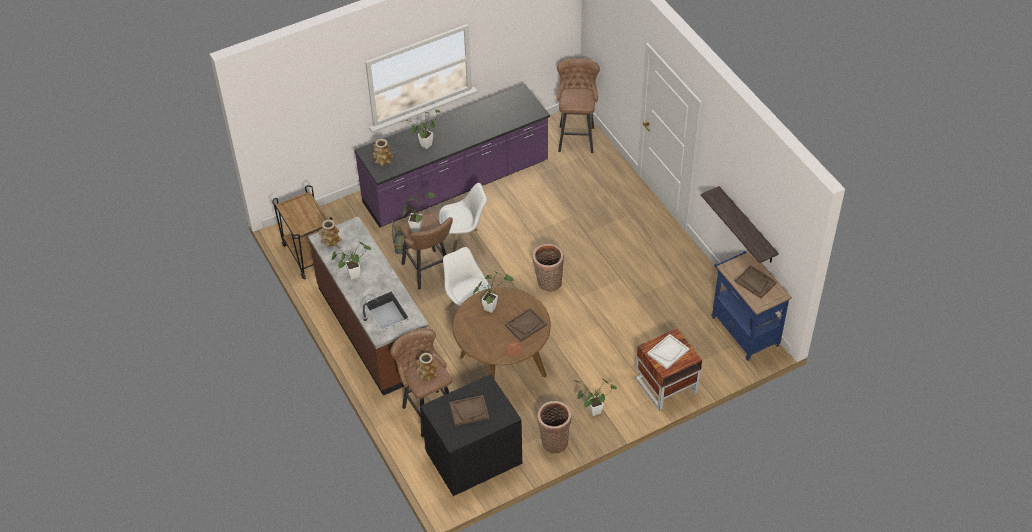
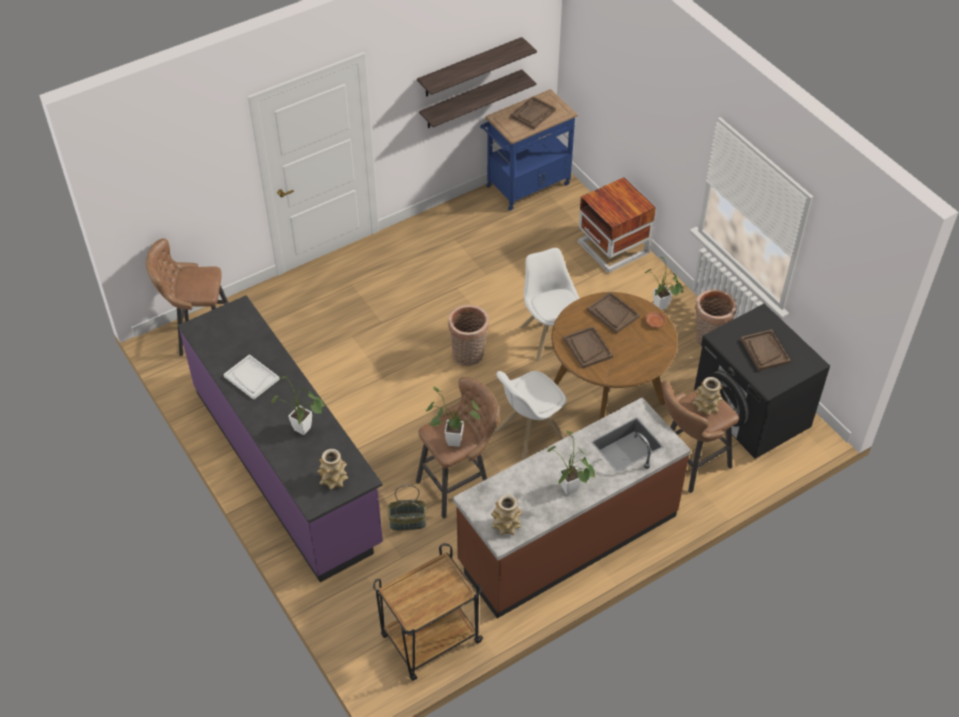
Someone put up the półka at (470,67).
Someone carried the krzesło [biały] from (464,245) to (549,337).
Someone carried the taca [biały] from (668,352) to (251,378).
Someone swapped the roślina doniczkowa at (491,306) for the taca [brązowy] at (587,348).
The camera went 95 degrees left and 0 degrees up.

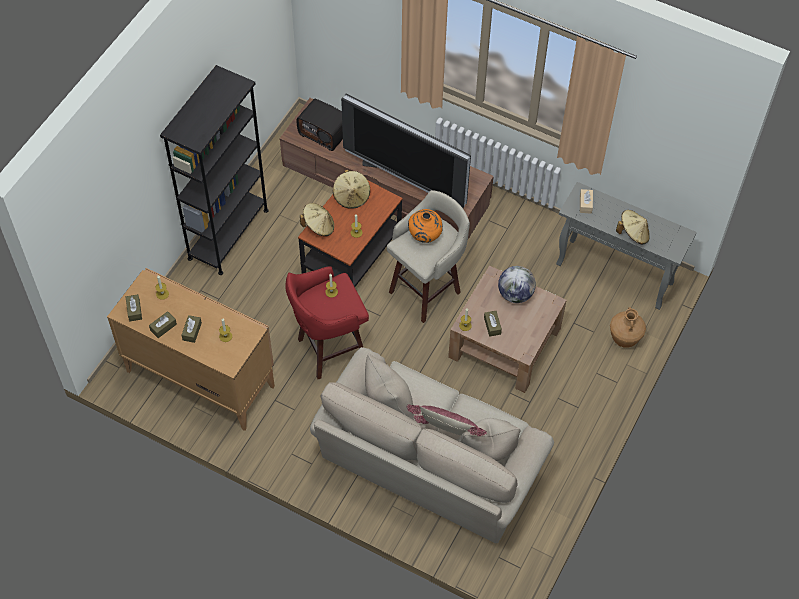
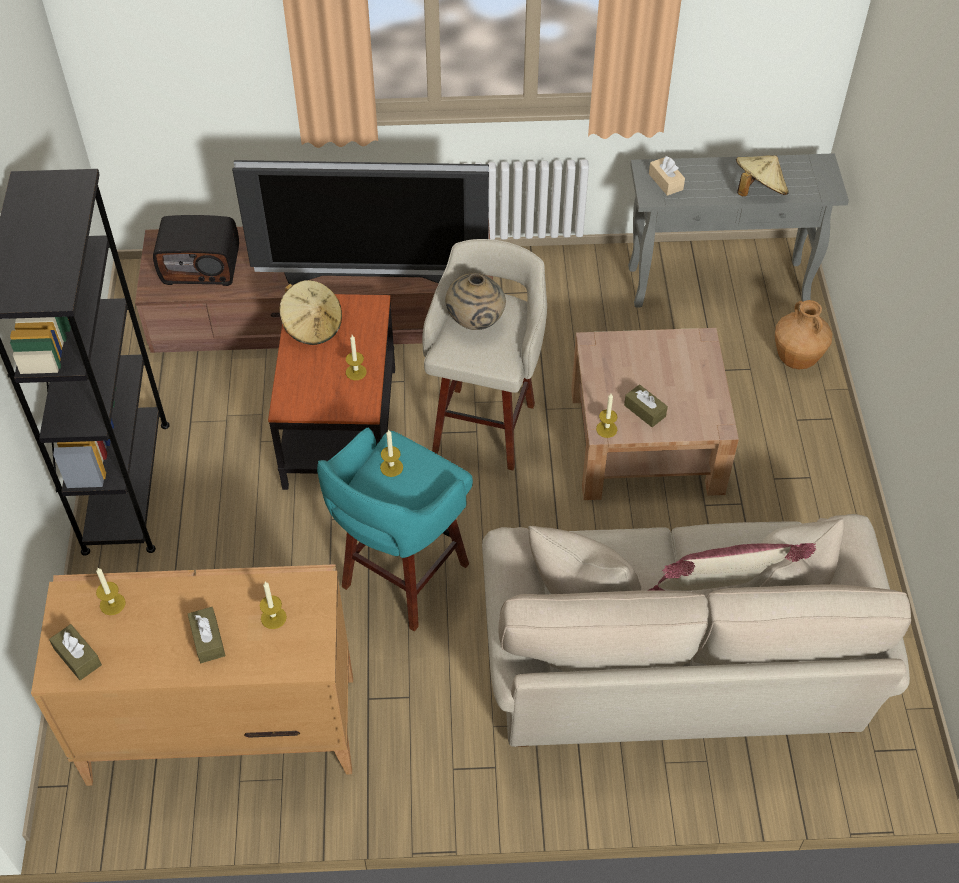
Someone took away the pudełko chusteczek [brązowy] at (163,327).
Someone took away the kapelusz [beżowy] at (318,226).
Someone took away the globus at (515,294).
Someone repainted the stołek [czerwony] at (329,350), which became the stołek [turkusowy] at (401,579).
Someone repainted the wazon [pomarańczowy] at (425,236), which became the wazon [beżowy] at (475,323).
The camera went 30 degrees left and 5 degrees down.

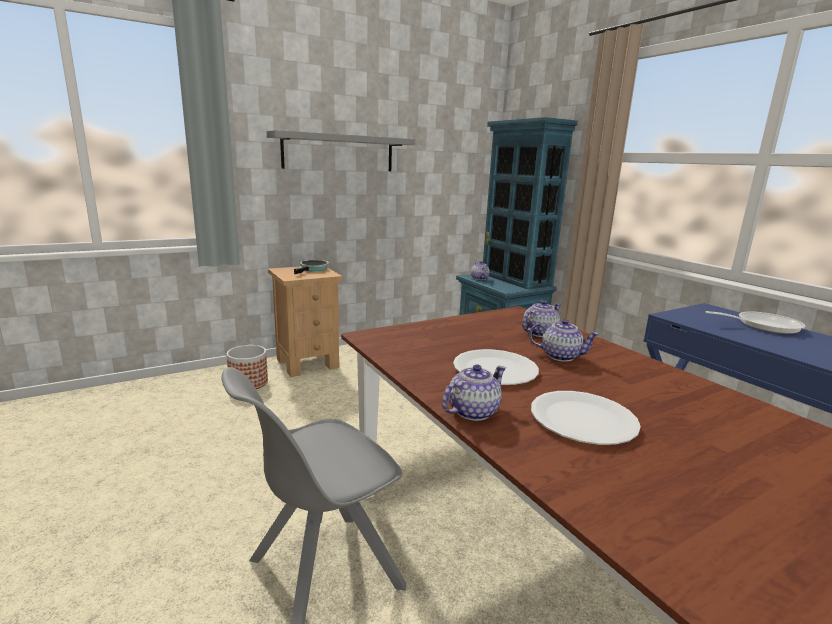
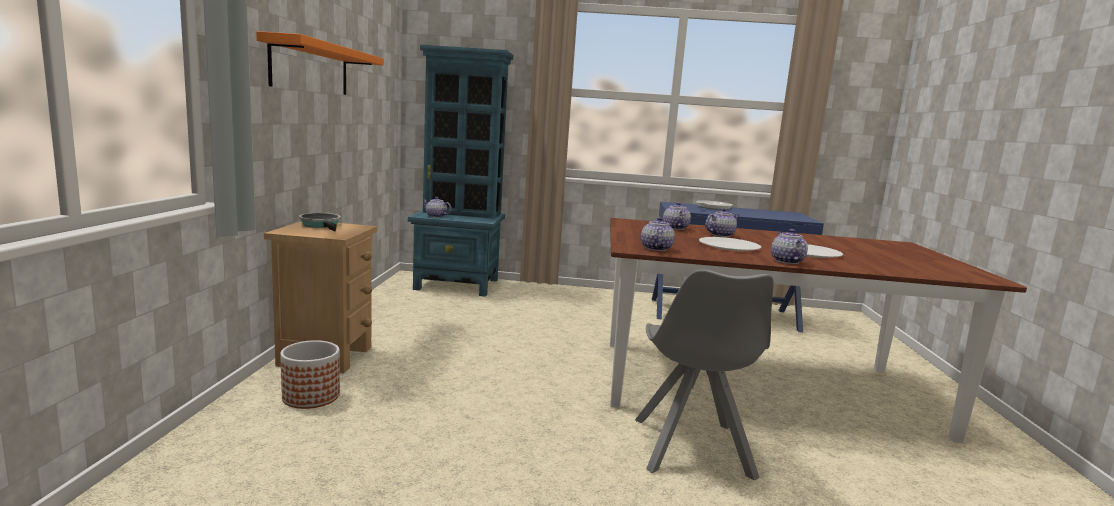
Someone put down the imbryk at (655,248).
Someone repainted the półka [szary] at (339,153), which became the półka [pomarańczowy] at (311,68).
The camera went 55 degrees left and 5 degrees down.

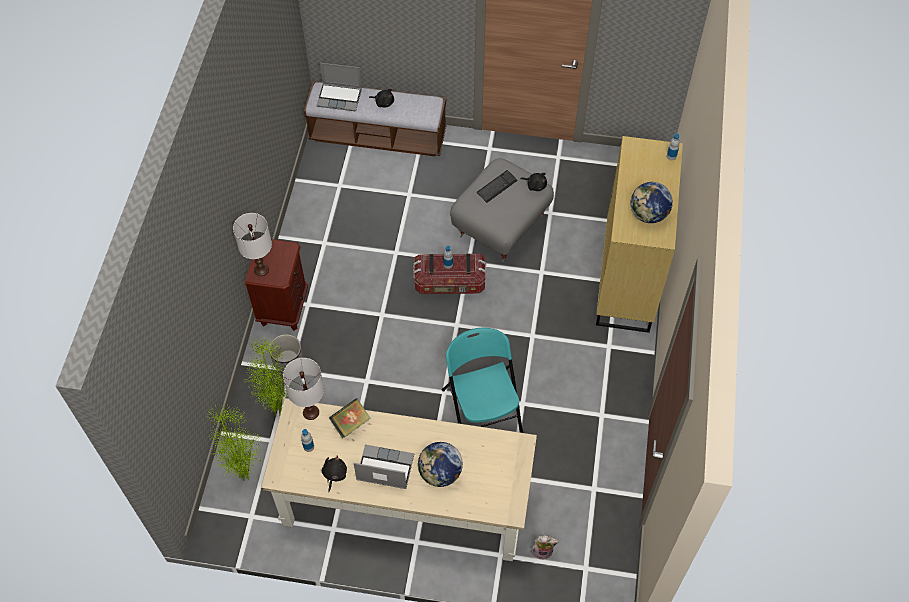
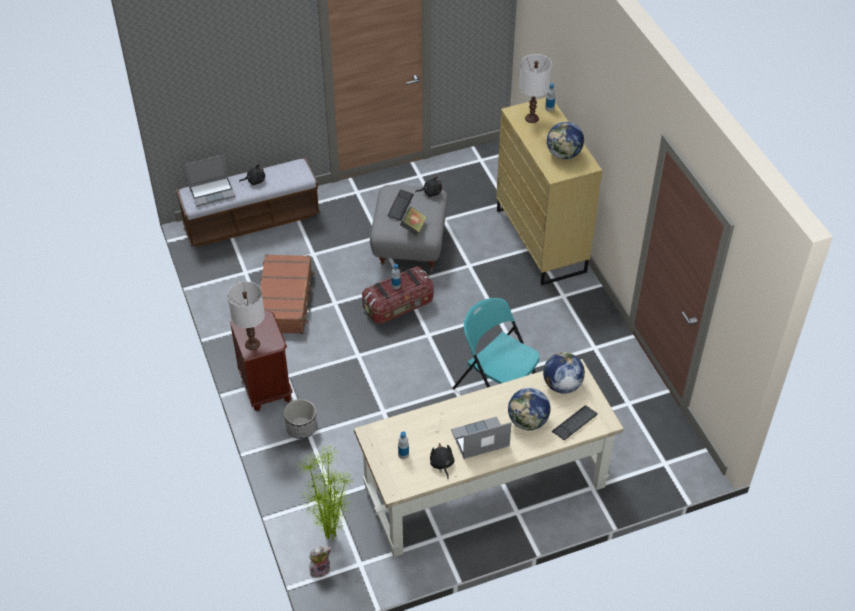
Someone took away the roślina doniczkowa at (279,410).
Someone put down the walizka [brązowy] at (285,301).
Someone put down the globus at (561,385).
Someone put down the klawiatura at (574,423).
Someone carried the lampa stołowa [biały] from (311,412) to (532,118).
Someone carried the książka from (350,423) to (413,228).
Someone carried the pluszak from (543,550) to (320,569).
The camera went 30 degrees left and 10 degrees down.

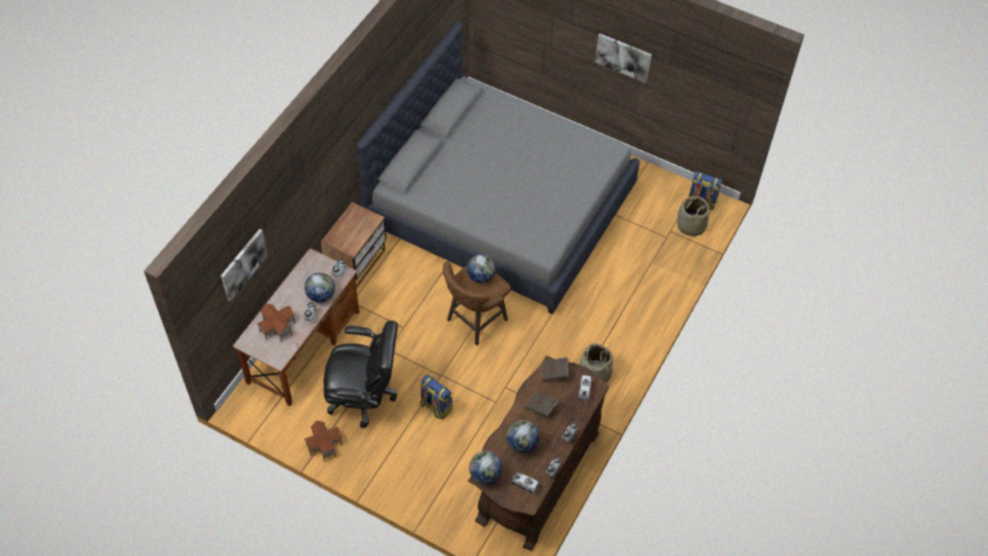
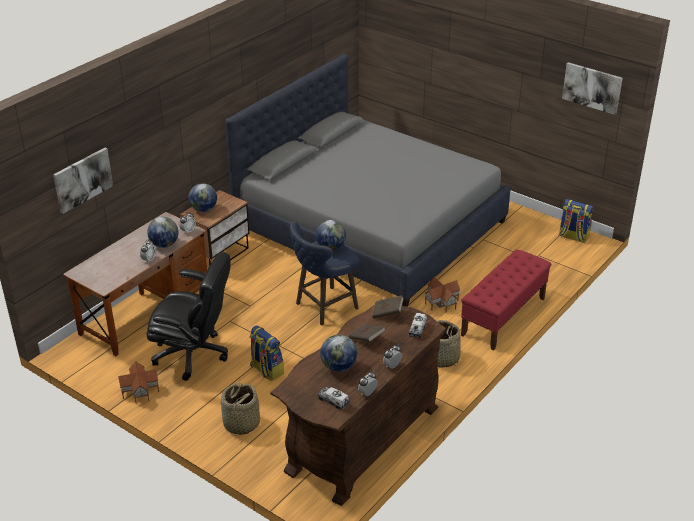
Someone put down the ławka [czerwony] at (503,317).
Someone carried the domek from (277,328) to (441,303).
Someone carried the globus from (485,475) to (203,209).
Someone carried the obraz from (623,57) to (592,87).
Someone carried the koszyk from (691,226) to (241,424).
Someone repainted the stołek [brązowy] at (475,321), which became the stołek [niebieski] at (324,307).
The camera went 10 degrees right and 20 degrees down.

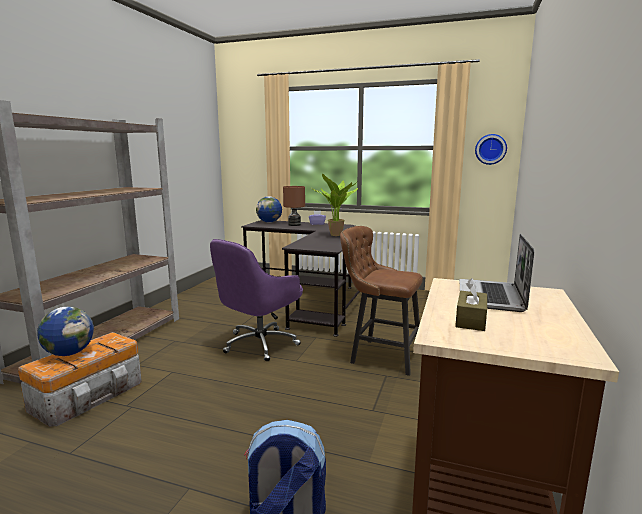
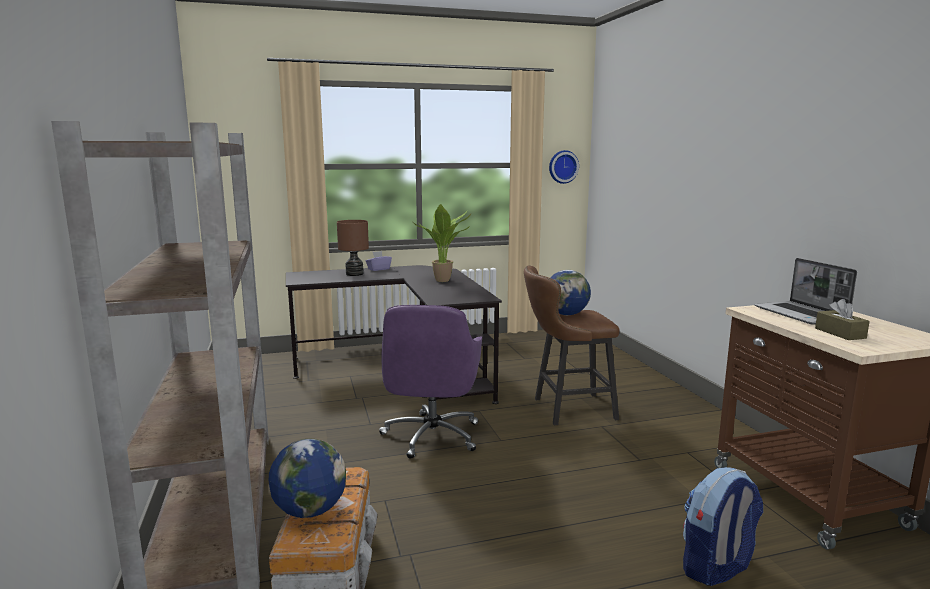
Someone carried the globus from (269,222) to (566,314).
The camera went 35 degrees left and 0 degrees up.

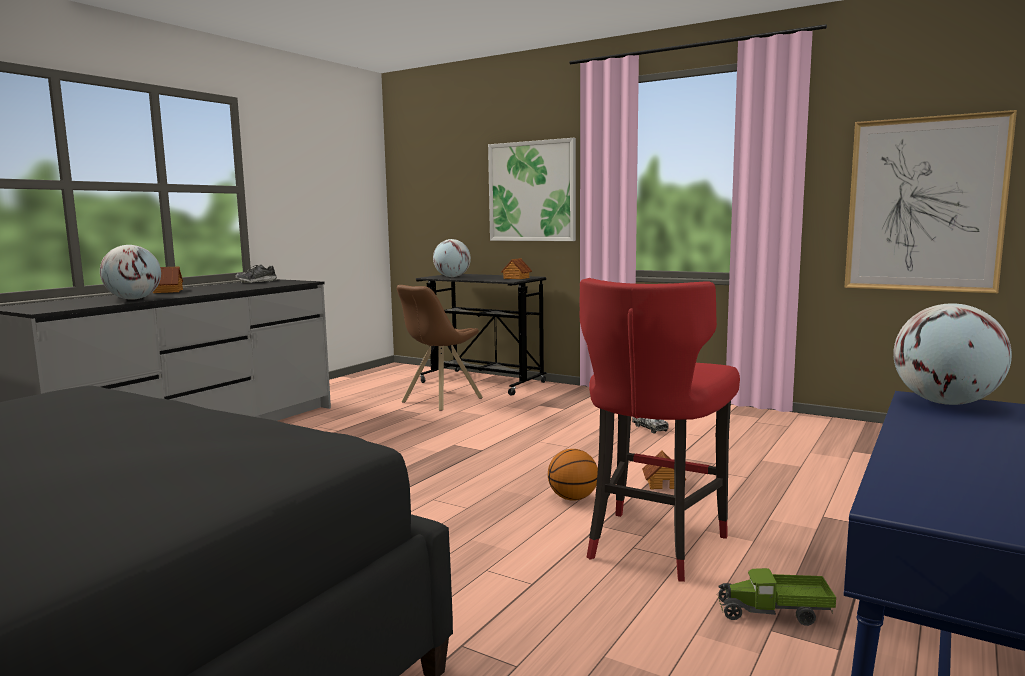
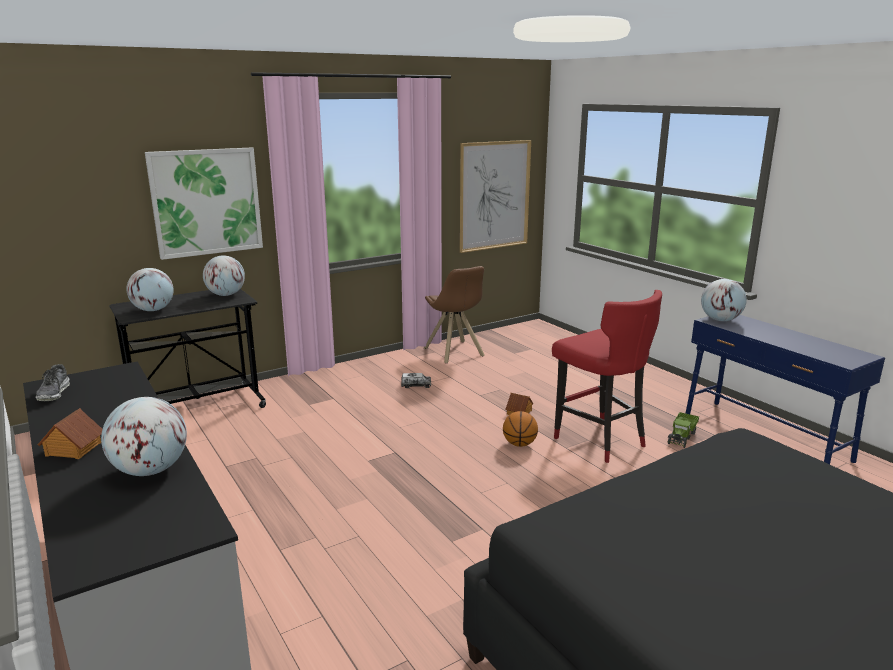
Someone carried the krzesło [brązowy] from (441,400) to (454,352).
Someone swapped the domek at (516,278) for the globus at (226,295).
The camera went 65 degrees left and 10 degrees up.

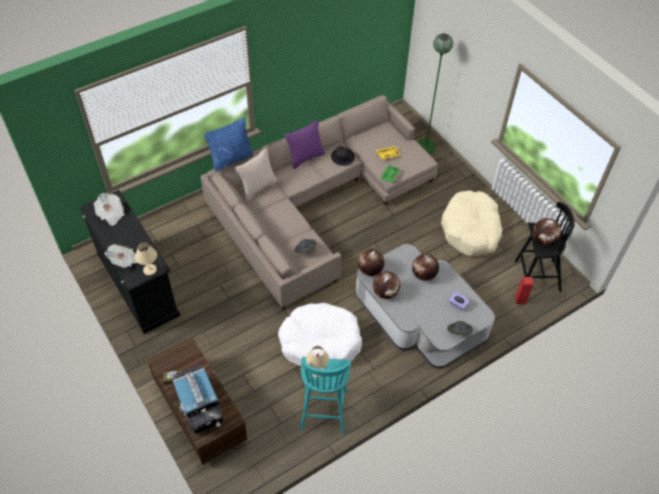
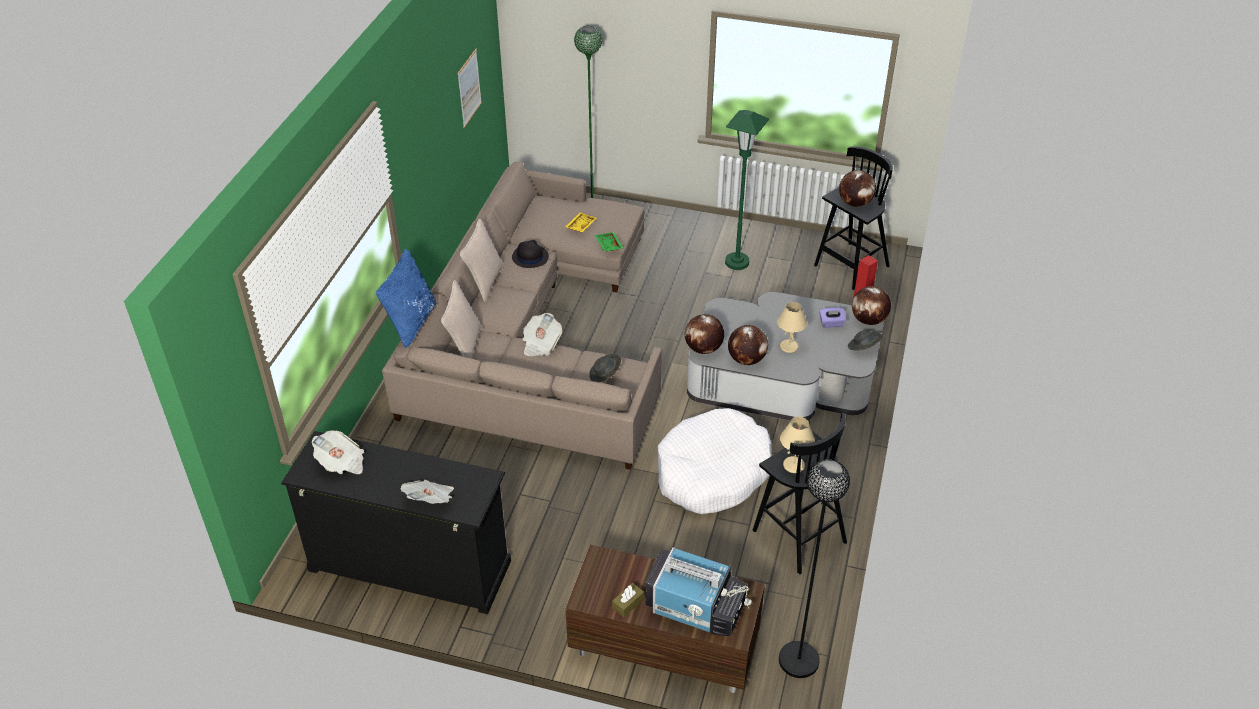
Someone put up the obraz at (469,88).
Someone put down the gazeta at (540,344).
Someone put down the lampa stojąca [czarny] at (799,661).
Someone carried the lampa stołowa [beżowy] from (150,270) to (789,347).
Someone carried the globus from (423,275) to (868,320).
Someone swapped the legowisko [beżowy] at (471,230) for the lampa stojąca [zielony] at (737,262).
Someone repainted the poduszka [fioletowy] at (305,157), which became the poduszka [beżowy] at (485,282).
Someone repainted the stołek [turkusowy] at (323,408), which became the stołek [czarny] at (797,534).
The camera went 40 degrees left and 10 degrees down.

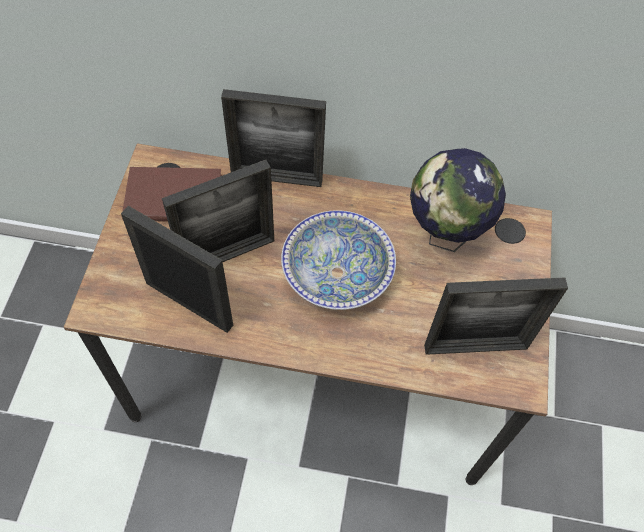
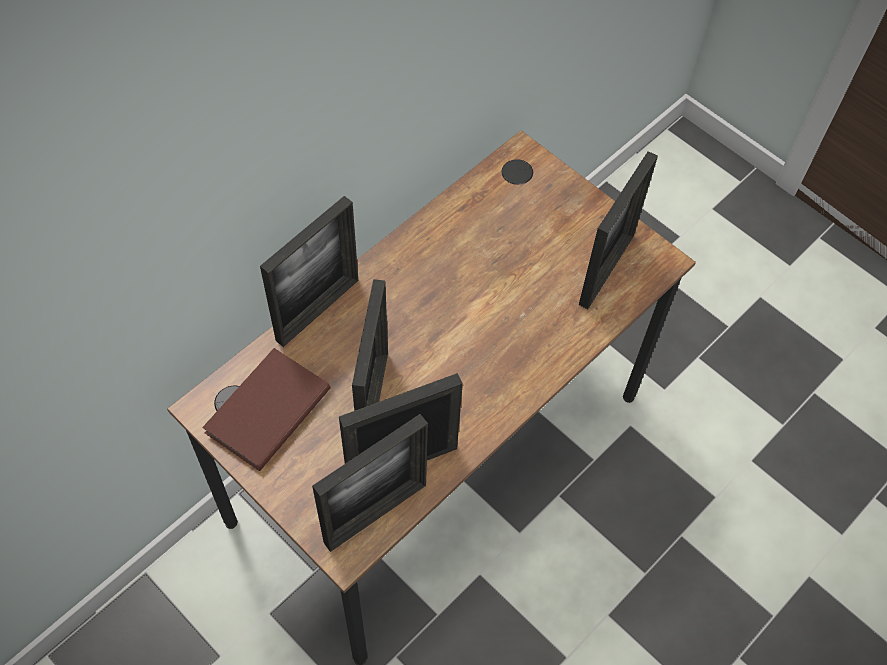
Someone took away the miska at (337,273).
Someone took away the globus at (445,235).
Someone put down the ramka na zdjęcie at (375,513).
The camera went 55 degrees left and 0 degrees up.

